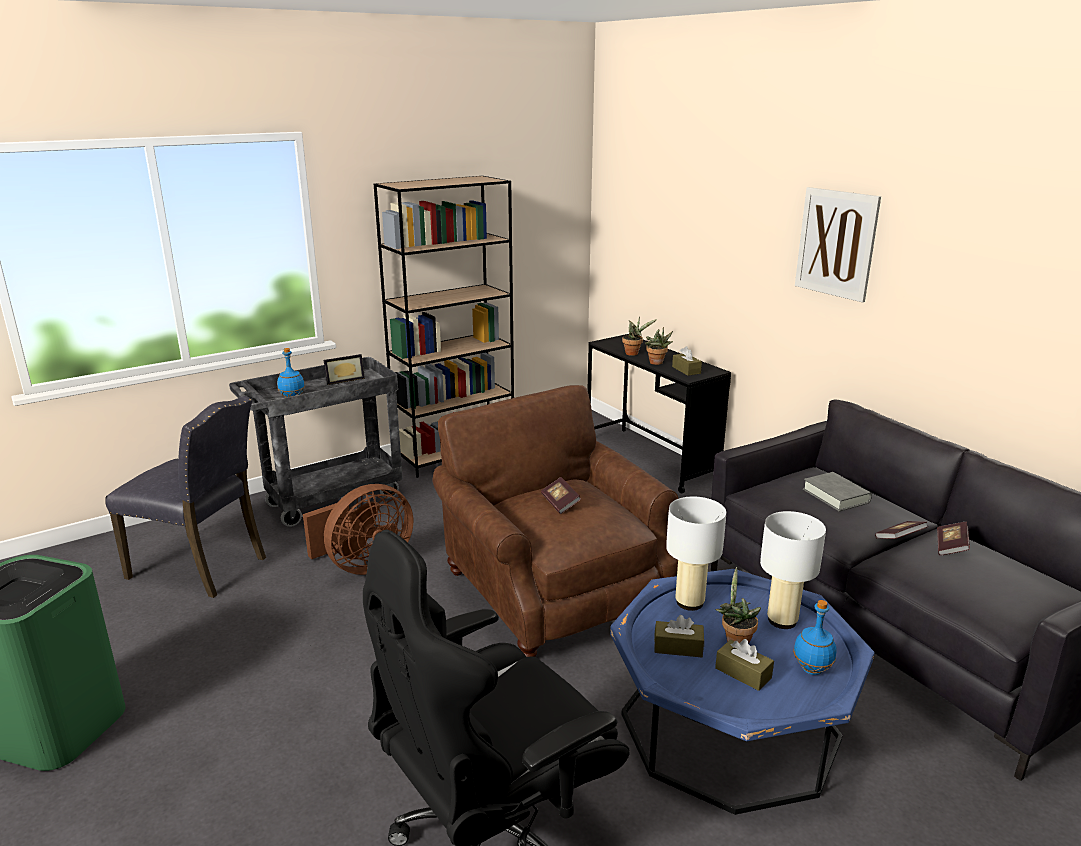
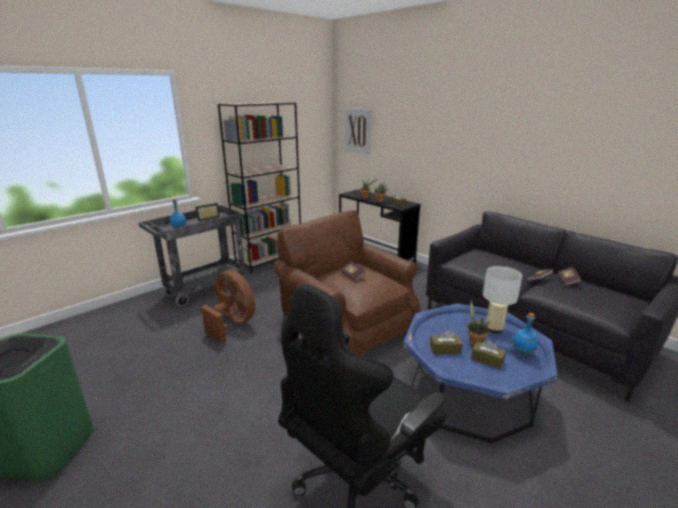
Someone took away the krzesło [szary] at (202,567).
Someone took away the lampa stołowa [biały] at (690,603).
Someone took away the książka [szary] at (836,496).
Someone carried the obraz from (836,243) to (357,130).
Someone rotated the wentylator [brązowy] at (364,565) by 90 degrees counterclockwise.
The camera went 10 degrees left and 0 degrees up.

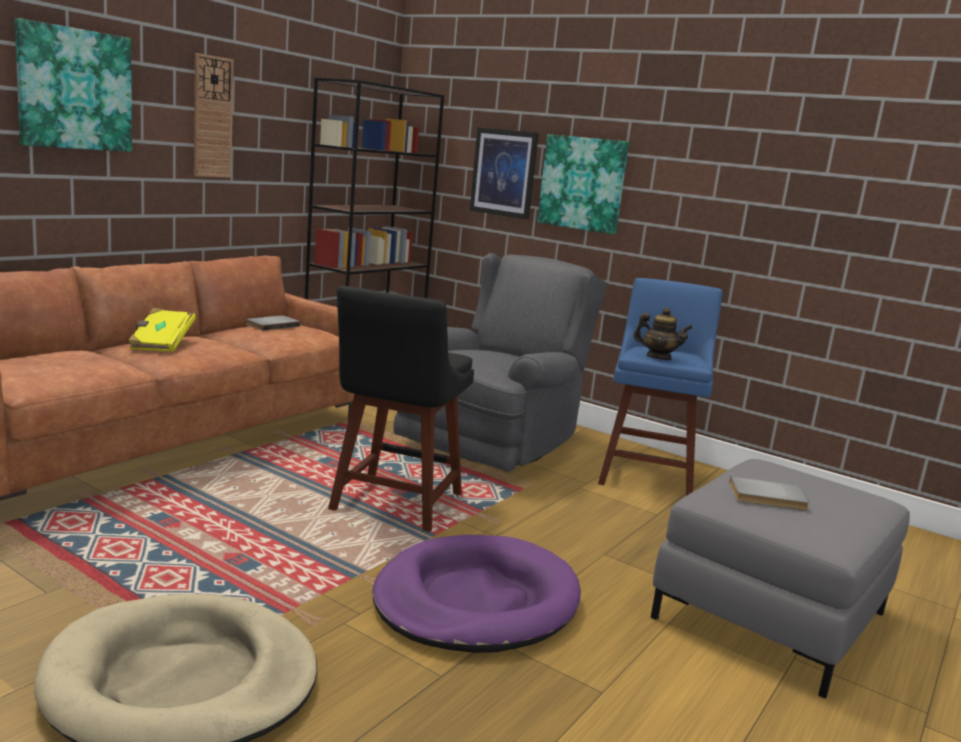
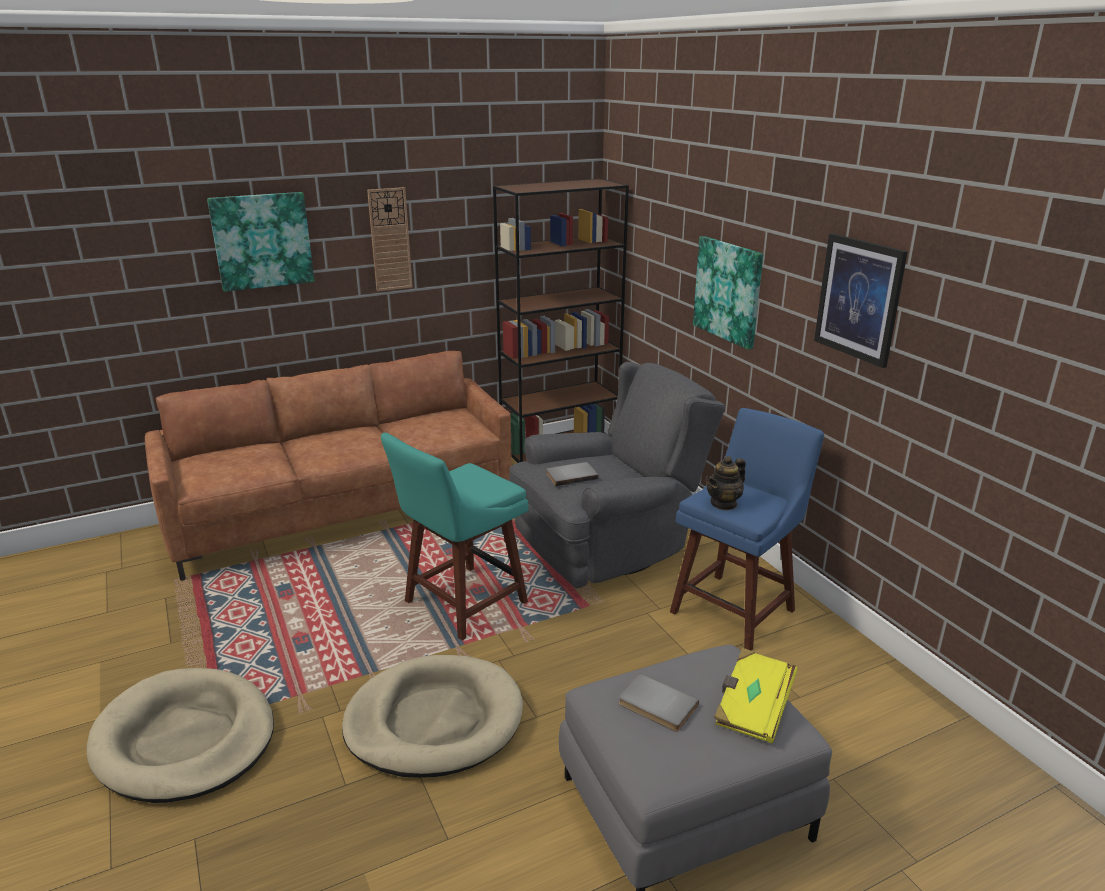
Someone carried the książka [żółty] from (161,344) to (752,708).
Someone carried the książka [szary] from (271,325) to (571,475).
Someone carried the obraz from (503,173) to (859,299).
Someone repainted the stołek [czarny] at (394,504), which became the stołek [turkusowy] at (461,604).
Someone repainted the legowisko [fioletowy] at (476,601), which became the legowisko [beżowy] at (434,720).
Someone rotated the imbryk at (658,357) by 90 degrees clockwise.
The camera went 30 degrees right and 10 degrees up.

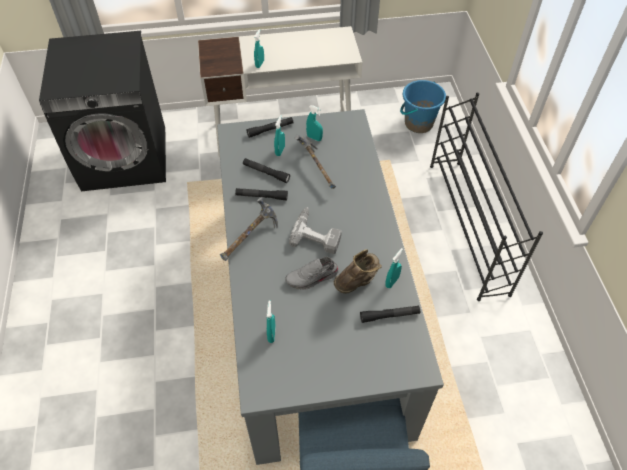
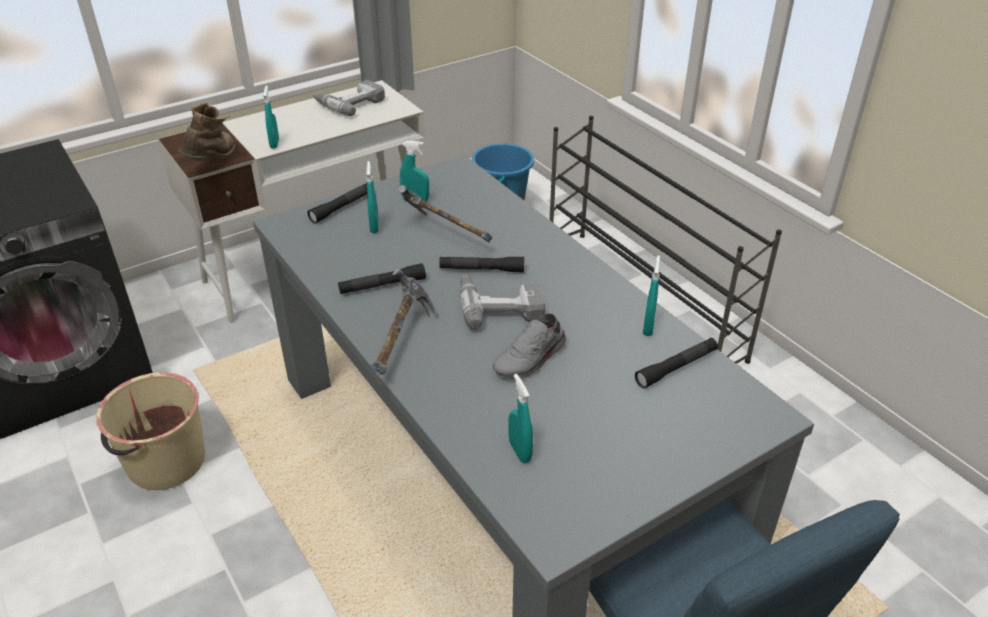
Someone put down the wiadro [beżowy] at (165,462).
Someone put down the wiertarka at (349,103).
Someone carried the latarka [czarny] from (266,173) to (482,269).
Someone carried the but z cholewką [brązowy] from (358,282) to (213,163).
The camera went 25 degrees left and 15 degrees down.

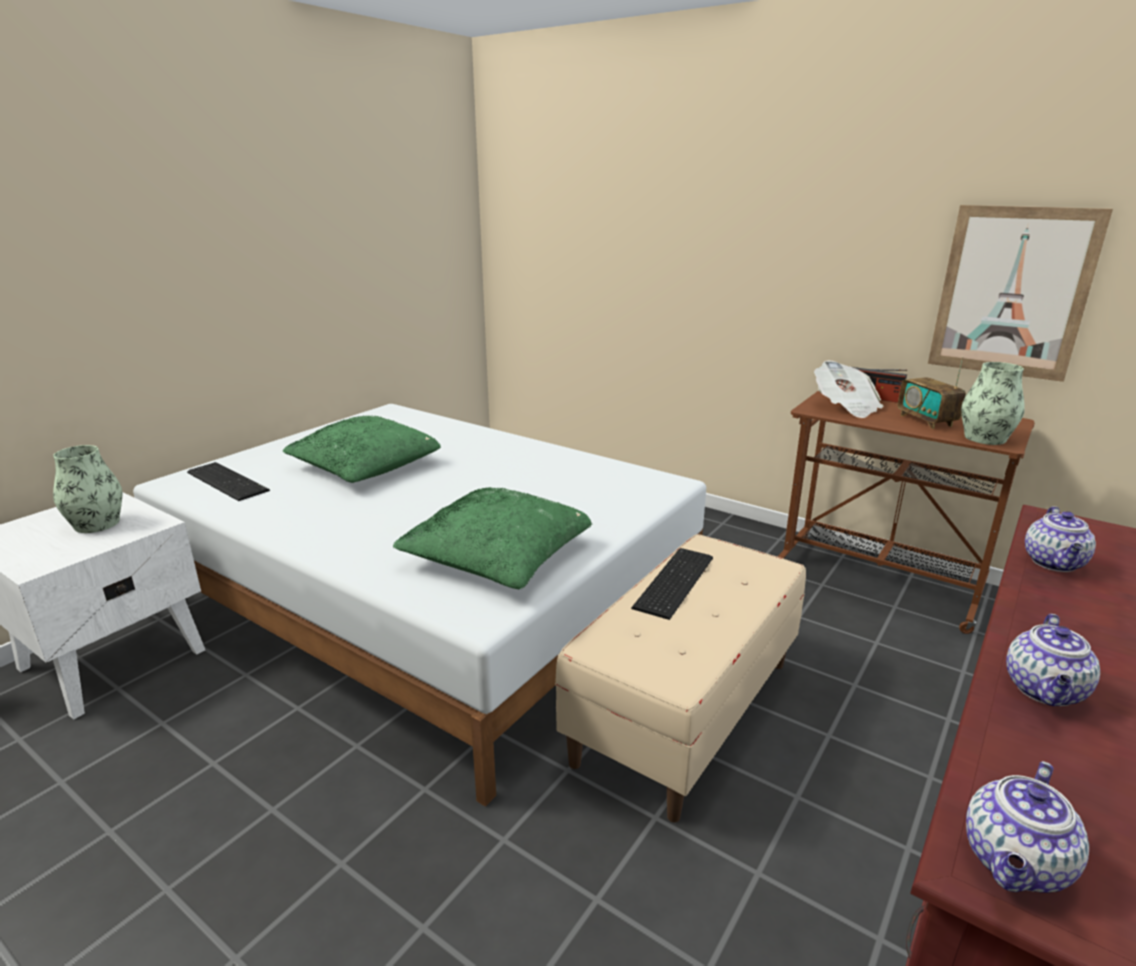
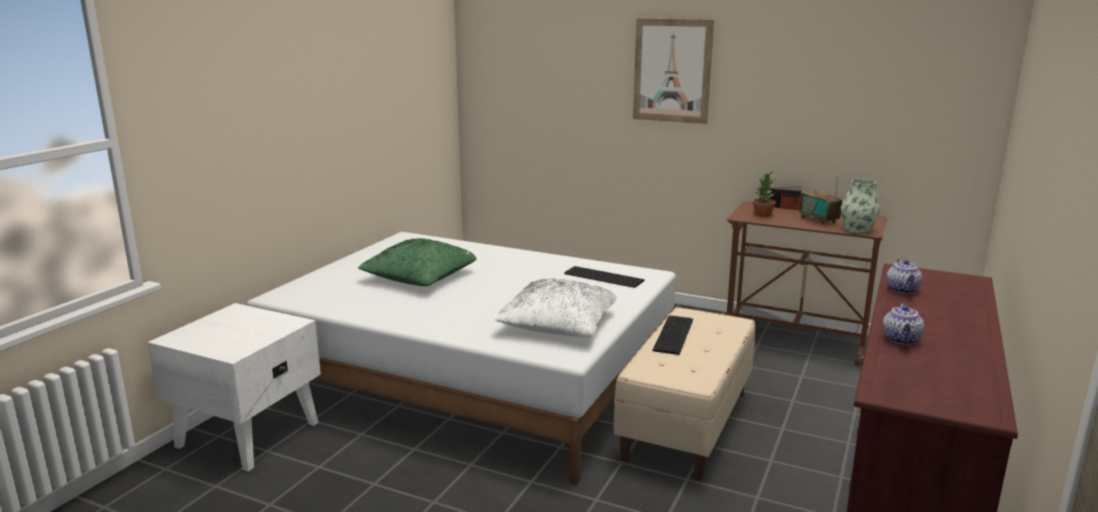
Someone took away the wazon at (97,524).
Someone took away the imbryk at (1015,864).
Someone carried the klawiatura from (228,480) to (603,276).
Someone carried the obraz from (1012,292) to (672,71).
Someone swapped the gazeta at (845,407) for the roślina doniczkowa at (763,214).
Someone repainted the poduszka [zielony] at (499,554), which became the poduszka [biały] at (558,323).
The camera went 10 degrees left and 5 degrees down.

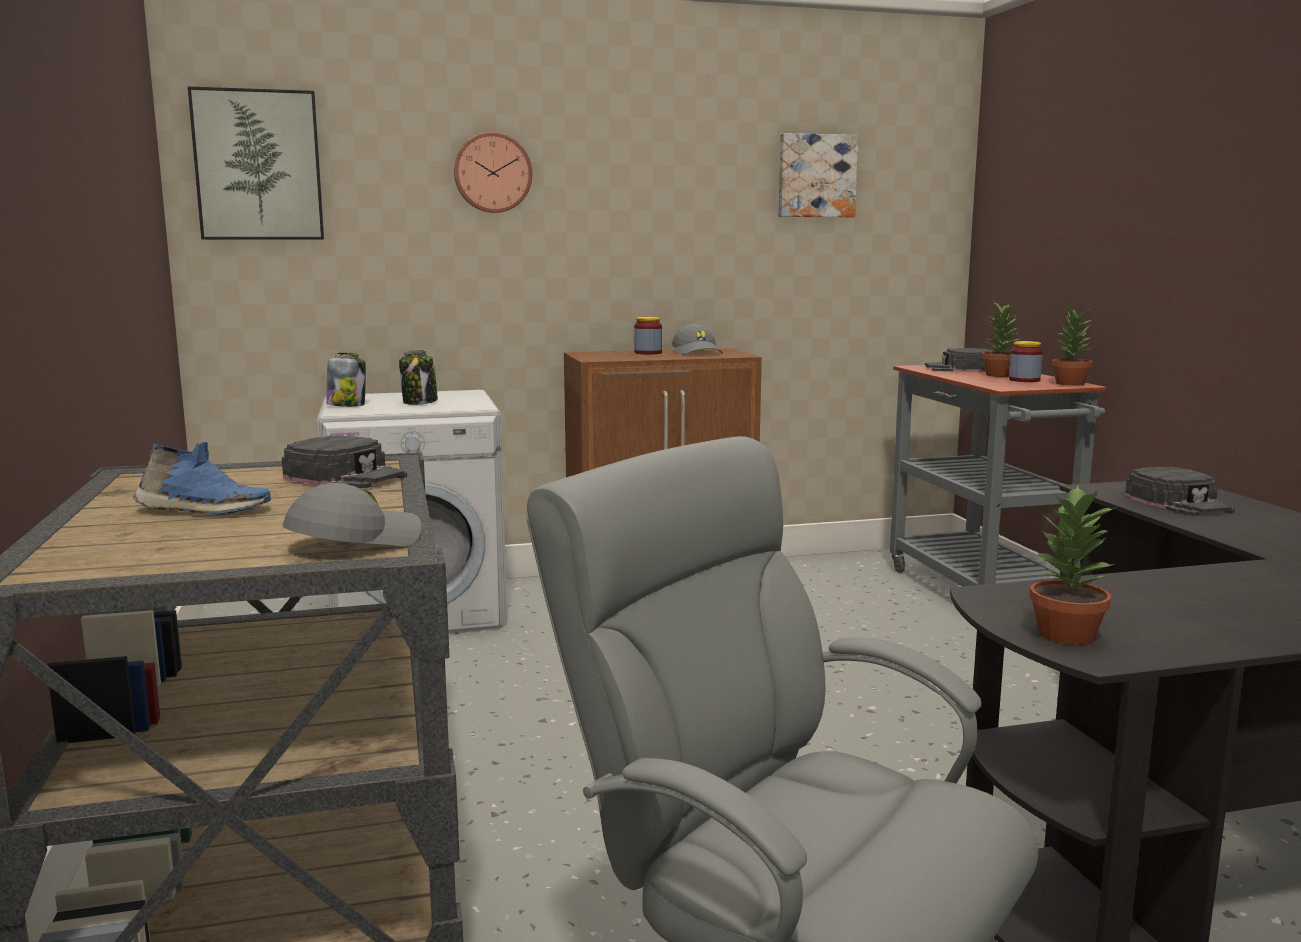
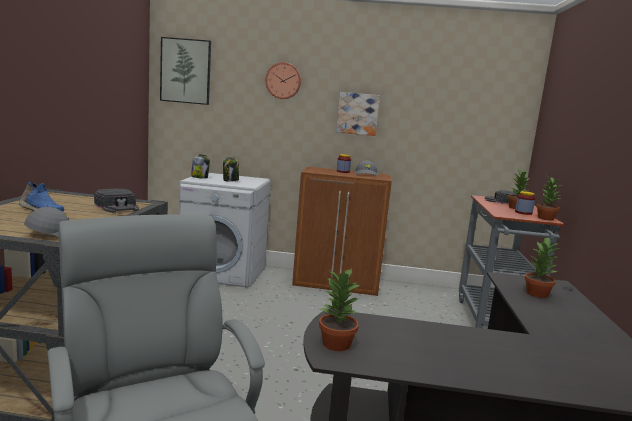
Someone carried the obraz from (816,176) to (357,113).
Someone swapped the czapka z daszkiem [czarny] at (1179,503) for the roślina doniczkowa at (537,294).
The camera went 20 degrees right and 0 degrees up.

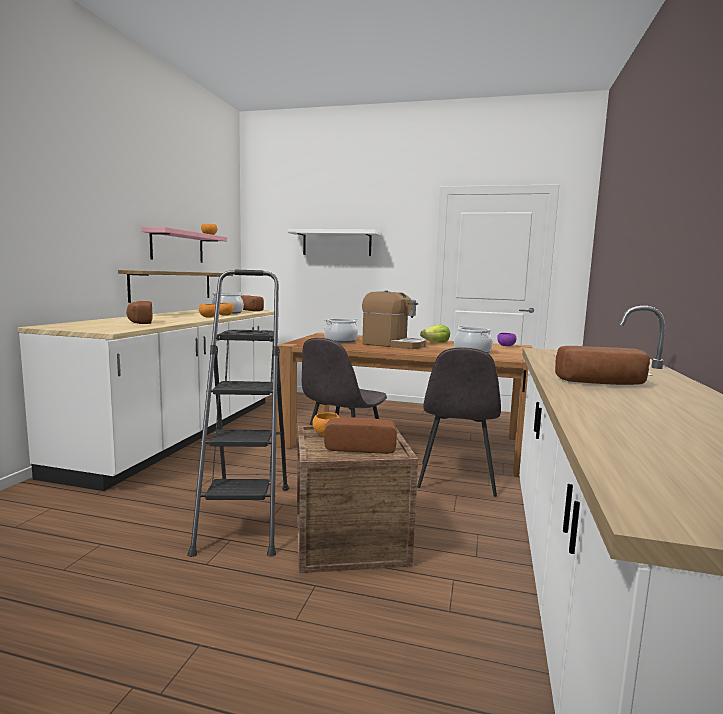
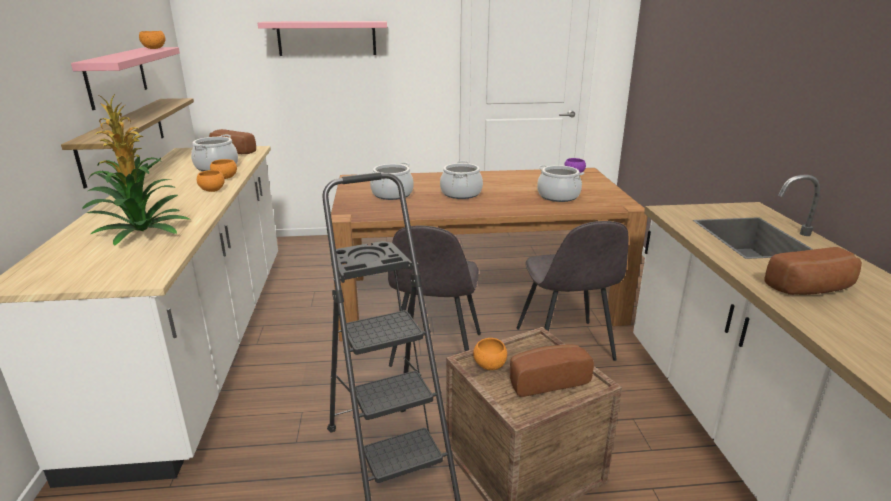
Someone took away the sałata at (436,342).
Someone swapped the chleb at (139,322) for the roślina doniczkowa at (141,231).
Someone swapped the ekspres do kawy at (393,344) for the garnek at (461,193).
Someone repainted the półka [biały] at (336,243), which became the półka [różowy] at (327,38).
The camera went 20 degrees left and 15 degrees up.

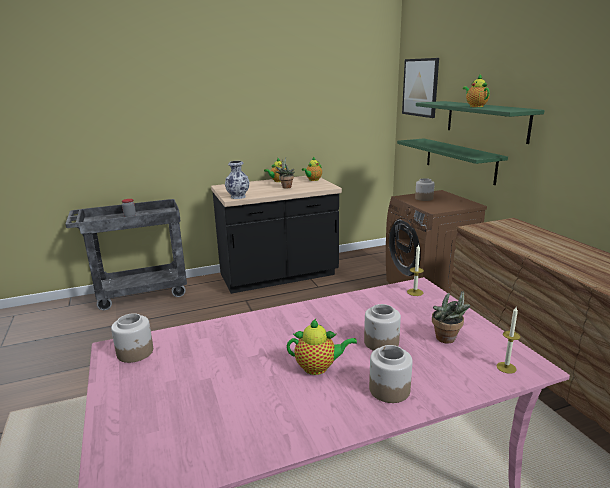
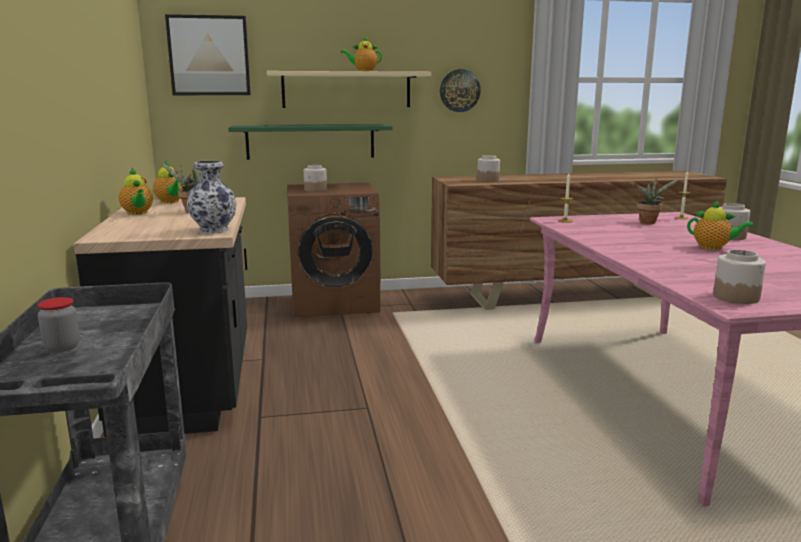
Someone put up the zegar ścienny at (459,90).
Someone carried the słoik from (382,342) to (488,180).
Someone repainted the półka [zielony] at (486,120), which became the półka [beżowy] at (346,90).
Someone rotated the imbryk at (318,367) by 105 degrees clockwise.
The camera went 80 degrees left and 5 degrees down.

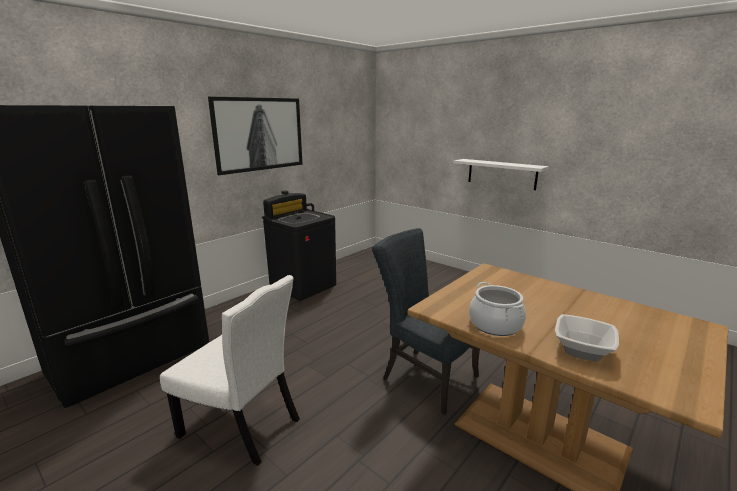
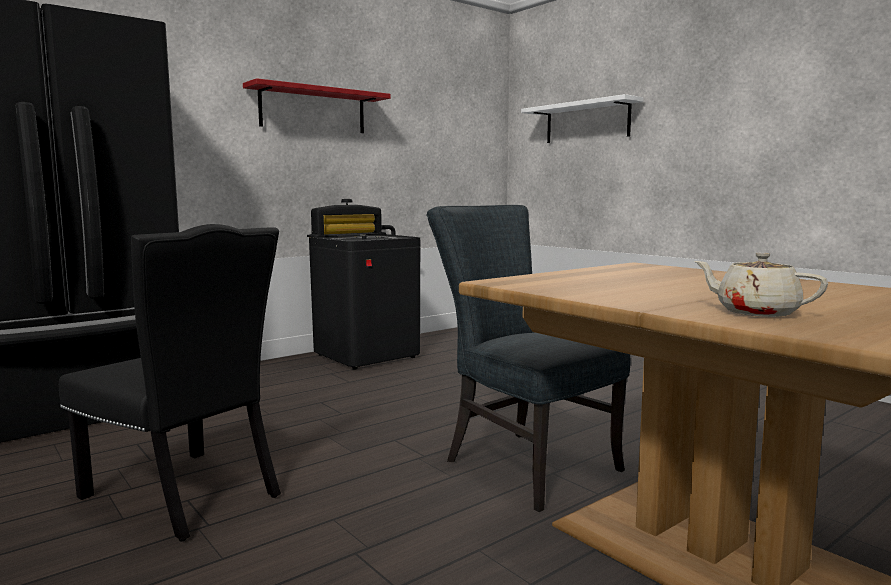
Someone took away the garnek at (495,325).
Someone carried the półka [biały] from (501,174) to (587,122).
Someone swapped the obraz at (259,134) for the półka [czerwony] at (313,110).
Someone swapped the miska at (583,350) for the imbryk [beżowy] at (755,312).
Someone repainted the krzesło [biały] at (240,424), which became the krzesło [czarny] at (182,493).
The camera went 10 degrees right and 10 degrees down.

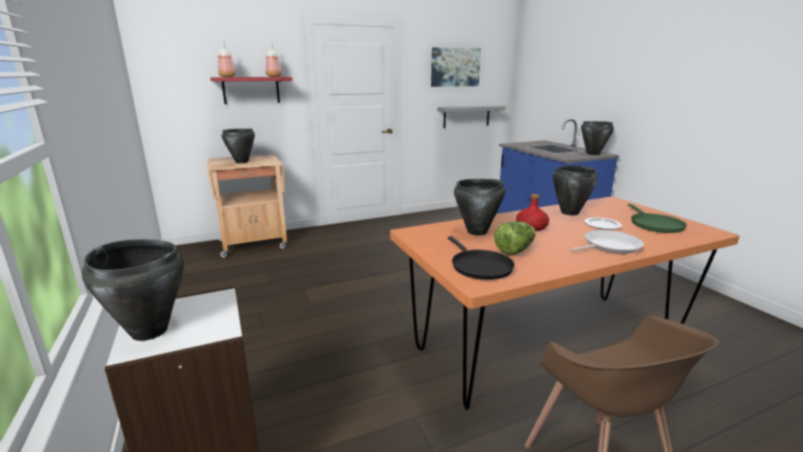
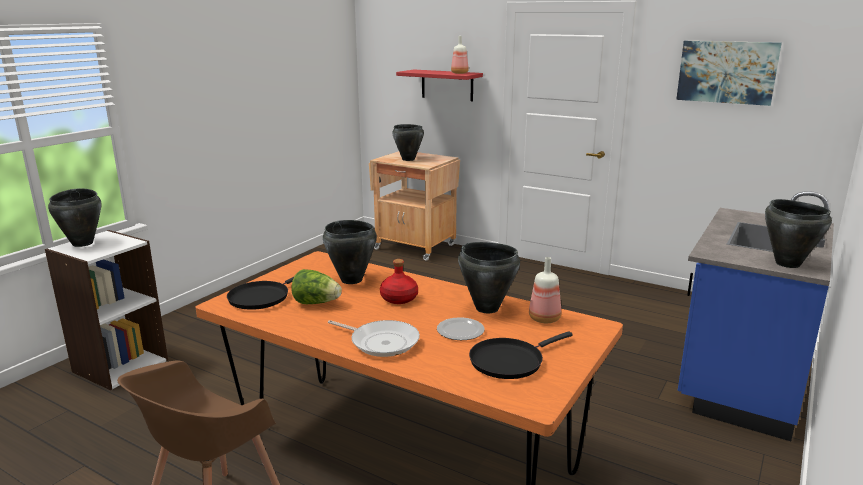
Someone took away the półka [szary] at (466,116).
Someone carried the butelka from (227,77) to (545,318).
Someone repainted the patelnia [zielony] at (654,225), which became the patelnia [czarny] at (509,361).
The camera went 55 degrees right and 0 degrees up.

